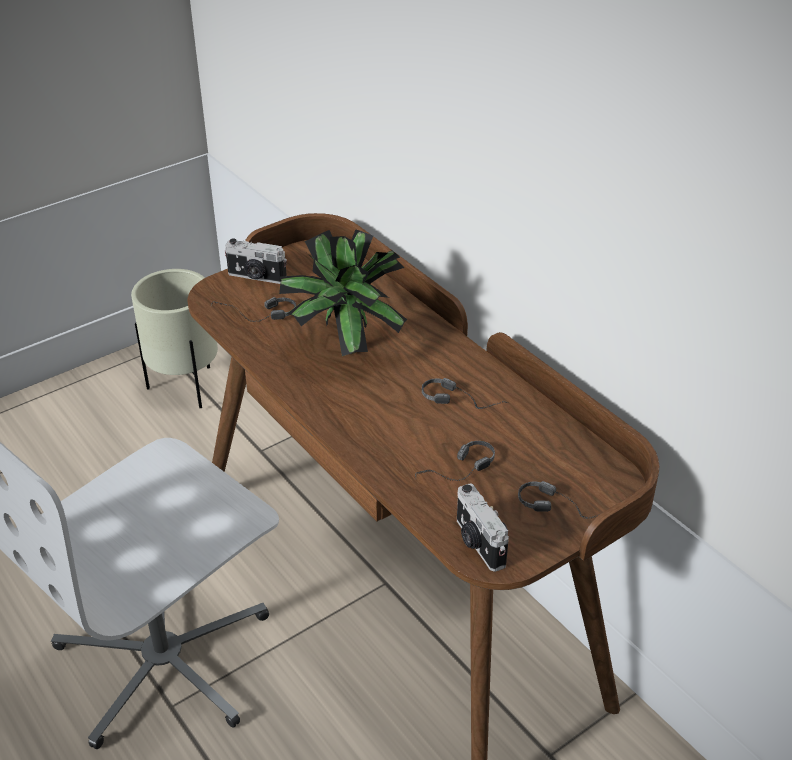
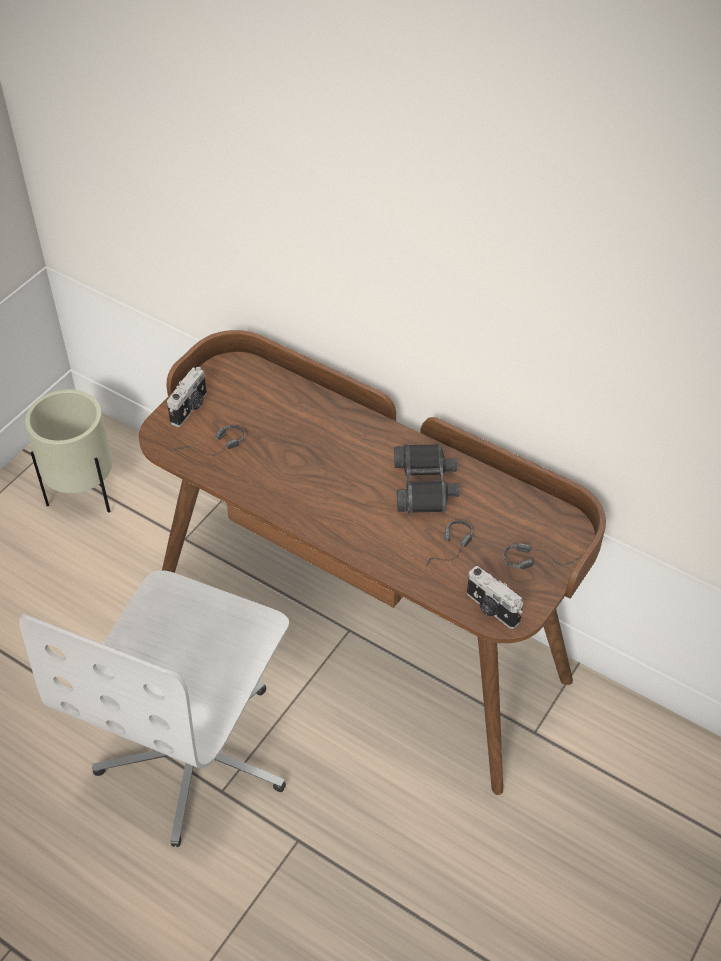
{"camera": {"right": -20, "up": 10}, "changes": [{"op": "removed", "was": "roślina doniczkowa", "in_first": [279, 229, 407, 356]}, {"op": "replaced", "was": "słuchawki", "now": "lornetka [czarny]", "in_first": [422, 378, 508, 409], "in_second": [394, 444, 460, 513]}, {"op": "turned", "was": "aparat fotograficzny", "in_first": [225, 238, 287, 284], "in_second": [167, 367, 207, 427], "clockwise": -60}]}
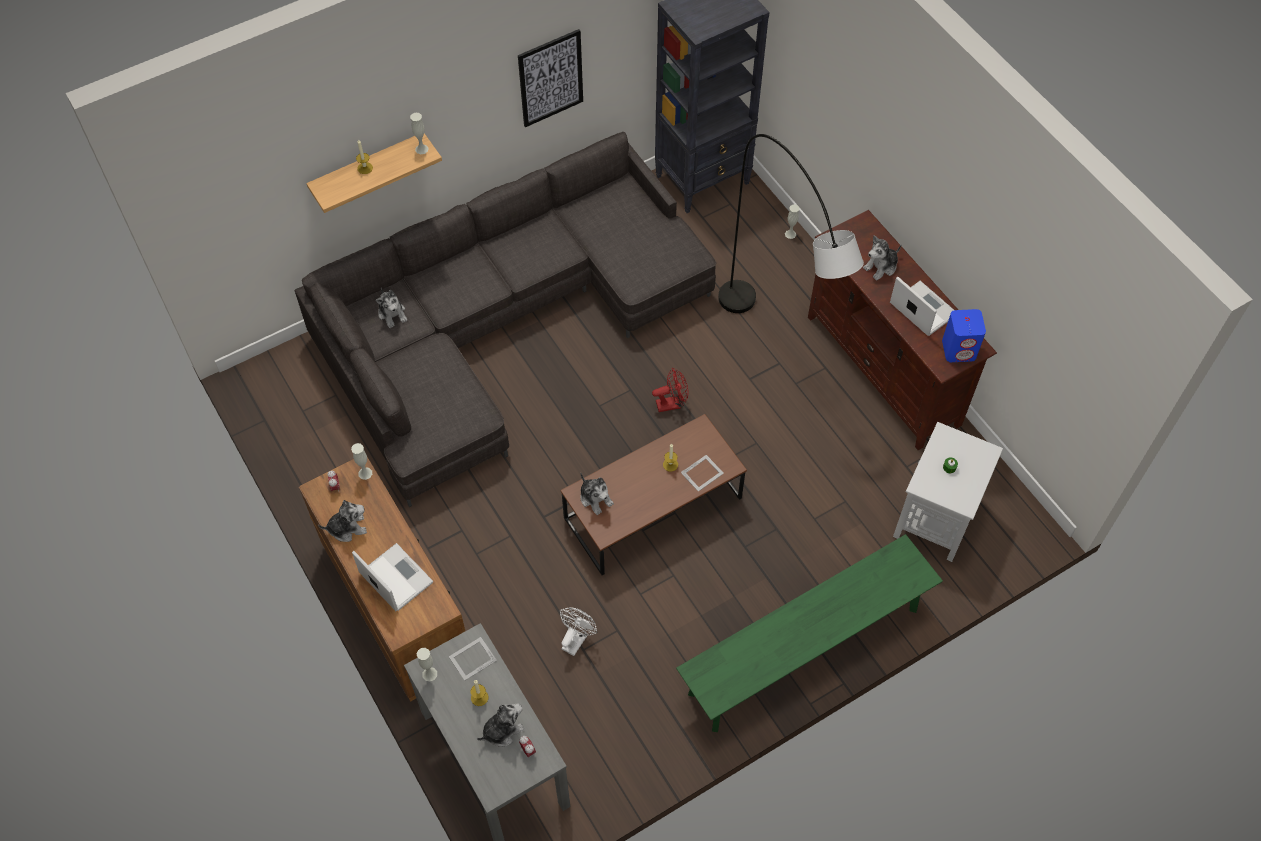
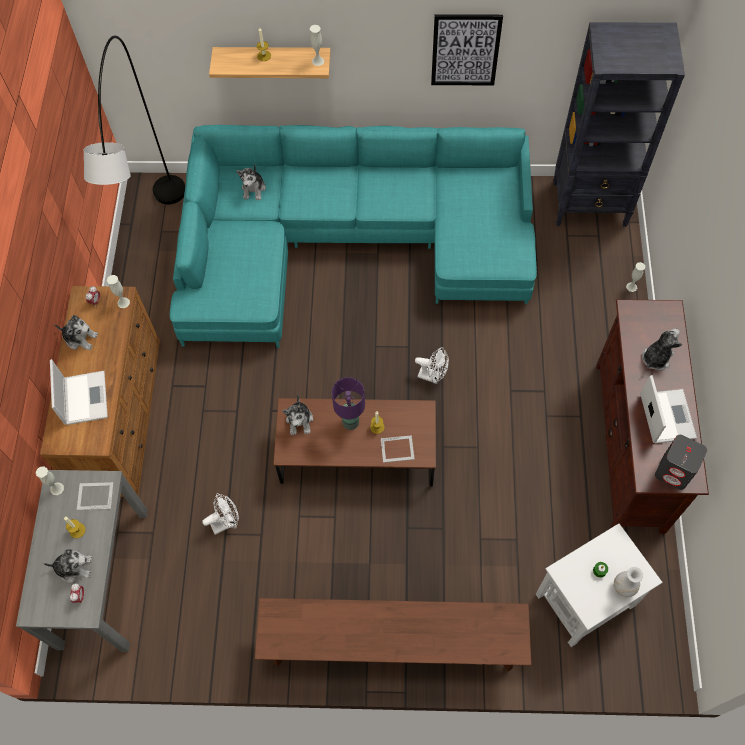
{"camera": {"right": 35, "up": 5}, "changes": [{"op": "added", "now": "lampa stołowa [fioletowy]", "in_second": [332, 377, 365, 430]}, {"op": "added", "now": "wazon [biały]", "in_second": [614, 567, 643, 597]}, {"op": "moved", "was": "lampa stojąca [szary]", "in_first": [718, 134, 864, 313], "in_second": [84, 36, 185, 204]}, {"op": "recoloured", "was": "kanapa [szary]", "now": "kanapa [turkusowy]", "in_first": [295, 132, 716, 507], "in_second": [170, 125, 537, 348]}, {"op": "recoloured", "was": "wentylator [czerwony]", "now": "wentylator [biały]", "in_first": [652, 368, 689, 412], "in_second": [415, 347, 449, 384]}, {"op": "recoloured", "was": "ławka [zielony]", "now": "ławka [brązowy]", "in_first": [676, 534, 943, 732], "in_second": [255, 598, 531, 672]}, {"op": "recoloured", "was": "głośnik [niebieski]", "now": "głośnik [szary]", "in_first": [942, 309, 986, 362], "in_second": [655, 435, 707, 490]}, {"op": "turned", "was": "pluszak", "in_first": [863, 235, 901, 280], "in_second": [642, 329, 682, 371], "clockwise": 135}]}
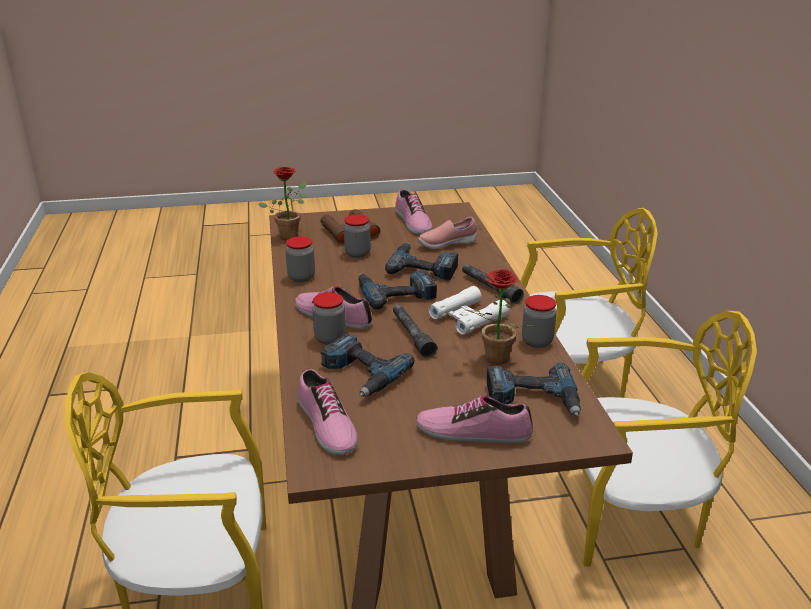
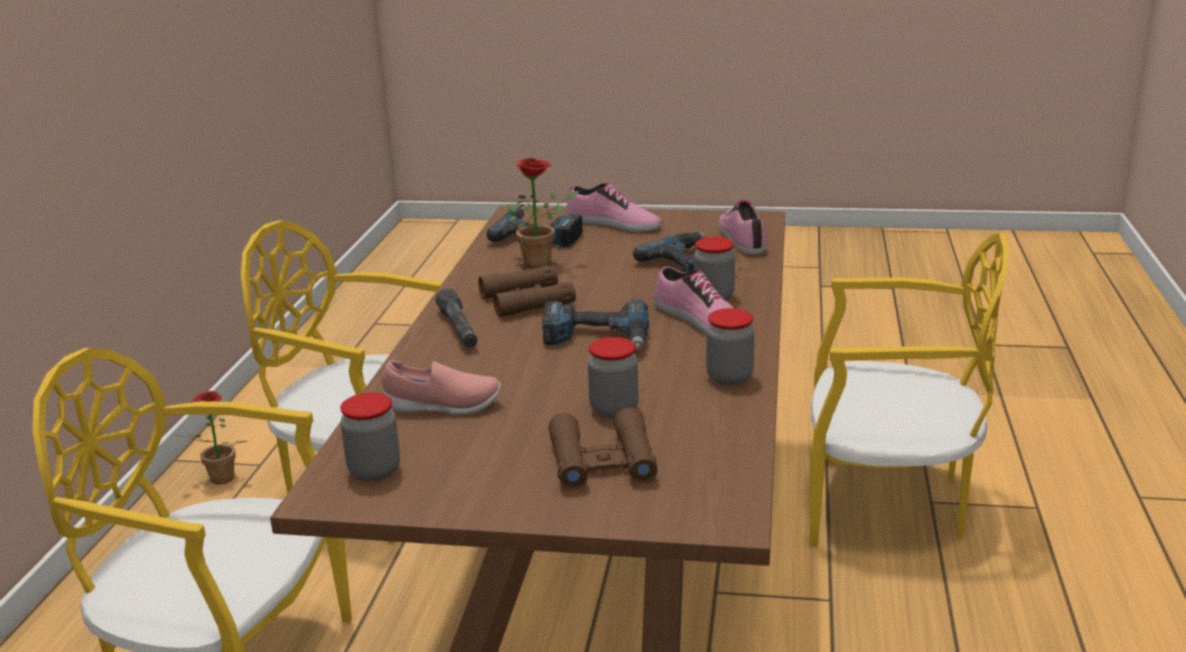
{"camera": {"right": -160, "up": -5}, "changes": [{"op": "removed", "was": "wiertarka", "in_first": [385, 243, 458, 281]}, {"op": "removed", "was": "latarka [szary]", "in_first": [393, 305, 437, 358]}, {"op": "removed", "was": "but", "in_first": [395, 189, 433, 234]}, {"op": "moved", "was": "roślina doniczkowa", "in_first": [258, 167, 306, 240], "in_second": [173, 391, 247, 484]}, {"op": "moved", "was": "słoik", "in_first": [522, 295, 557, 348], "in_second": [340, 393, 400, 481]}, {"op": "recoloured", "was": "lornetka [biały]", "now": "lornetka [brązowy]", "in_first": [429, 286, 509, 334], "in_second": [478, 265, 576, 317]}]}
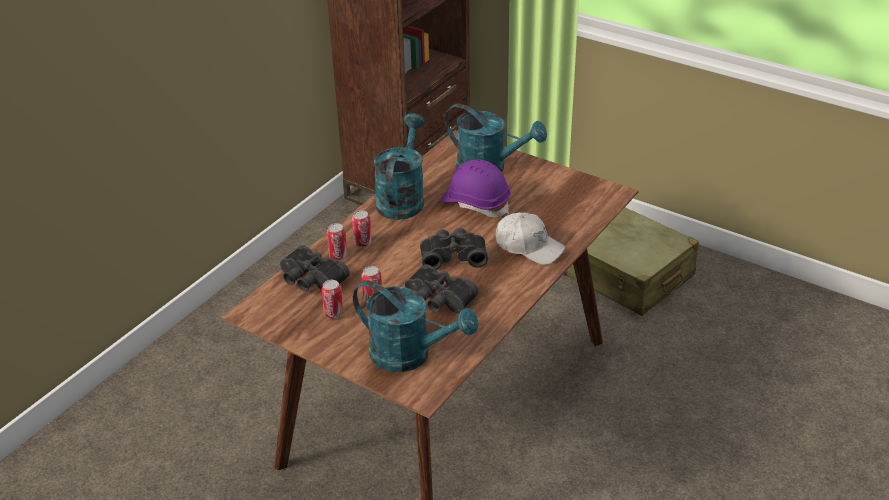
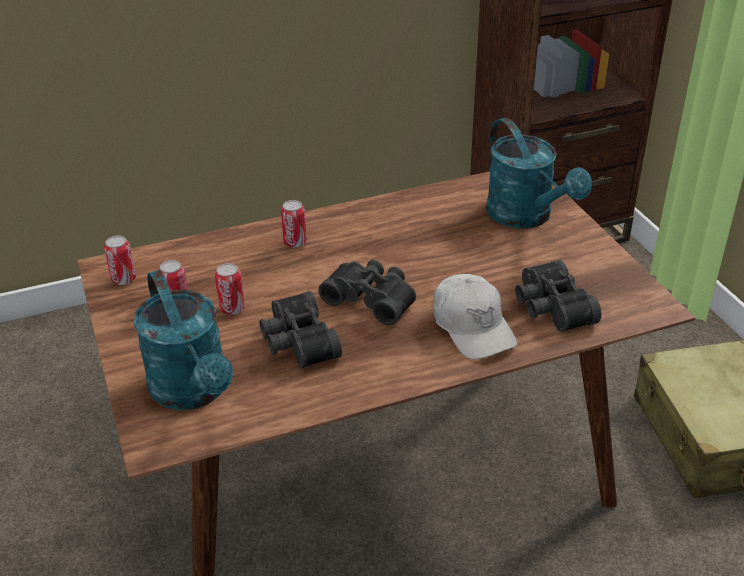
{"camera": {"right": 35, "up": 0}, "changes": [{"op": "removed", "was": "konewka [turkusowy]", "in_first": [374, 113, 425, 220]}, {"op": "removed", "was": "kask [fioletowy]", "in_first": [440, 159, 511, 217]}, {"op": "moved", "was": "lornetka [czarny]", "in_first": [280, 245, 350, 292], "in_second": [515, 260, 602, 332]}, {"op": "moved", "was": "puszka", "in_first": [327, 223, 347, 260], "in_second": [104, 236, 136, 285]}]}
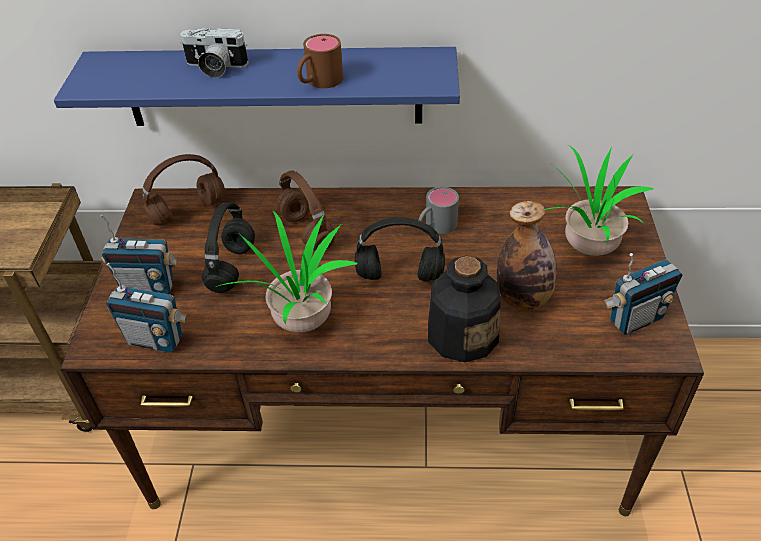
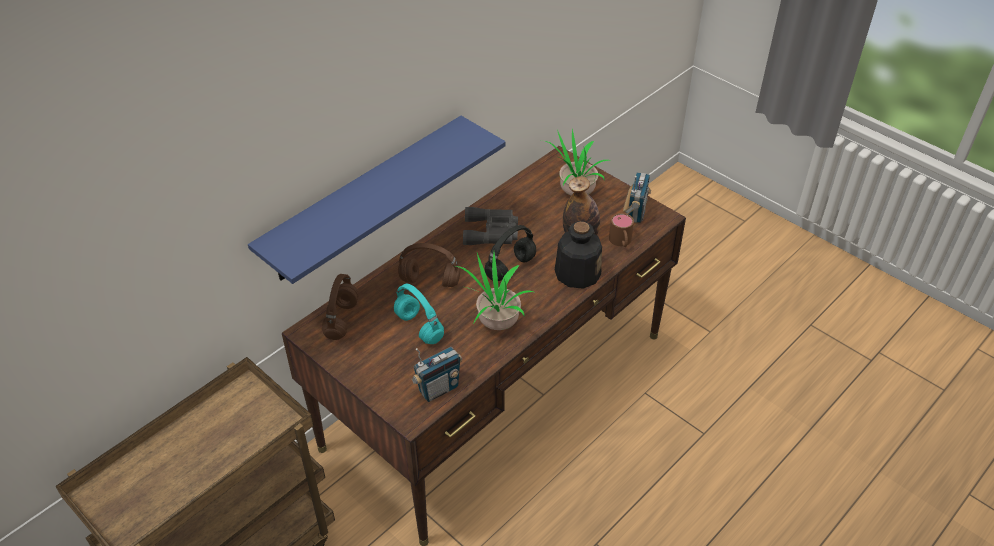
{"camera": {"right": -50, "up": 0}, "changes": [{"op": "removed", "was": "radio", "in_first": [100, 215, 177, 294]}, {"op": "removed", "was": "aparat fotograficzny", "in_first": [180, 28, 248, 78]}, {"op": "moved", "was": "kubek [brązowy]", "in_first": [297, 34, 343, 88], "in_second": [609, 213, 634, 247]}, {"op": "replaced", "was": "kubek [szary]", "now": "lornetka [szary]", "in_first": [419, 186, 459, 234], "in_second": [463, 207, 518, 245]}, {"op": "recoloured", "was": "słuchawki [czarny]", "now": "słuchawki [turkusowy]", "in_first": [202, 202, 255, 293], "in_second": [394, 284, 444, 344]}]}
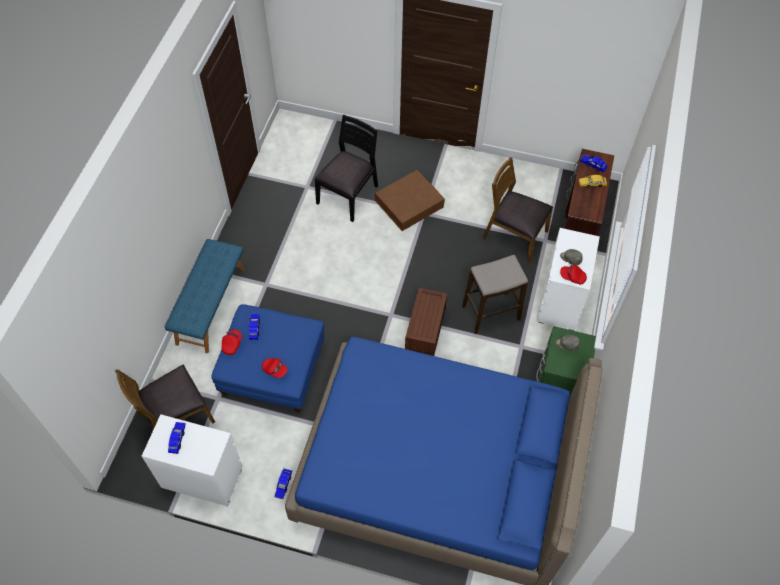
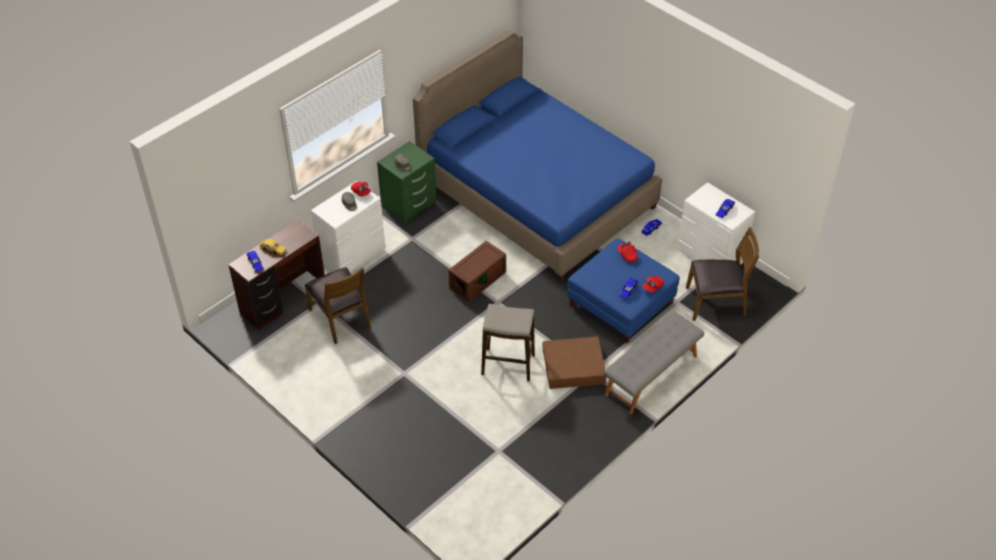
{"camera": {"right": -150, "up": -10}, "changes": [{"op": "removed", "was": "krzesło [czarny]", "in_first": [314, 115, 378, 222]}, {"op": "moved", "was": "pojemnik do przechowywania [brązowy]", "in_first": [375, 170, 445, 231], "in_second": [543, 336, 606, 389]}, {"op": "moved", "was": "stołek", "in_first": [462, 255, 528, 334], "in_second": [481, 304, 535, 381]}, {"op": "recoloured", "was": "ławka [niebieski]", "now": "ławka [szary]", "in_first": [165, 239, 245, 354], "in_second": [604, 312, 704, 414]}]}
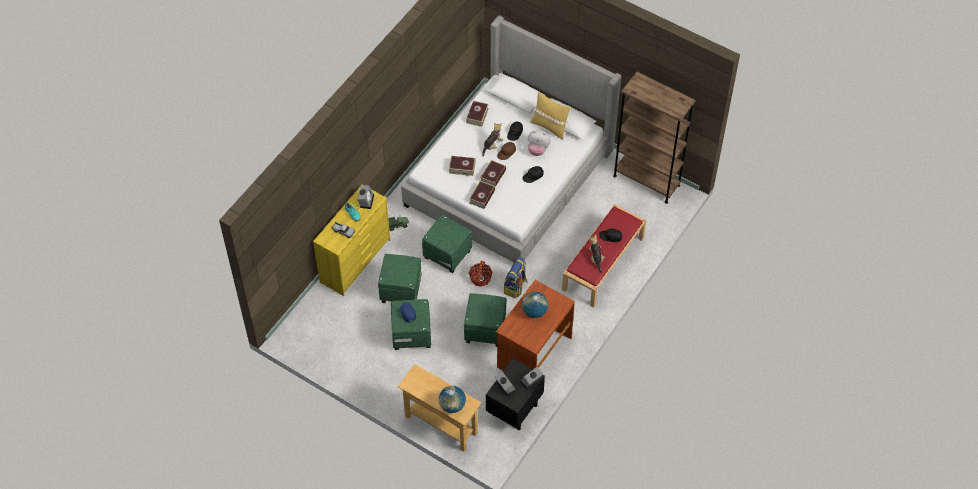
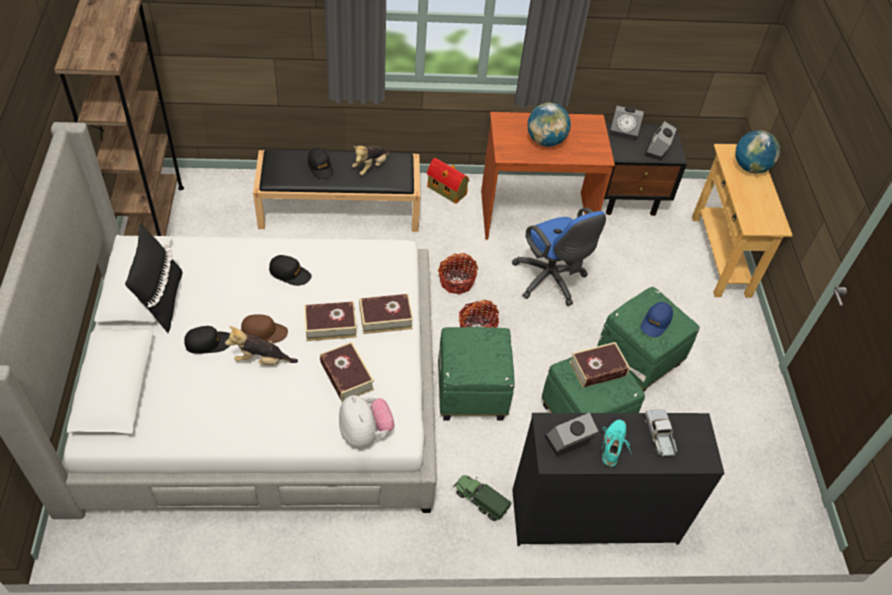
{"camera": {"right": -130, "up": -5}, "changes": [{"op": "added", "now": "domek", "in_second": [427, 158, 469, 204]}, {"op": "moved", "was": "książka", "in_first": [466, 101, 489, 127], "in_second": [569, 342, 630, 388]}, {"op": "moved", "was": "pluszak", "in_first": [528, 130, 550, 156], "in_second": [339, 395, 395, 448]}, {"op": "replaced", "was": "pufa [zielony]", "now": "krzesło biurowe [niebieski]", "in_first": [464, 293, 507, 347], "in_second": [512, 208, 606, 306]}, {"op": "replaced", "was": "plecak", "now": "koszyk", "in_first": [504, 257, 527, 298], "in_second": [438, 253, 478, 294]}, {"op": "recoloured", "was": "komoda [żółty]", "now": "komoda [czarny]", "in_first": [313, 185, 390, 296], "in_second": [512, 413, 725, 546]}, {"op": "recoloured", "was": "poduszka [żółty]", "now": "poduszka [czarny]", "in_first": [530, 92, 571, 139], "in_second": [125, 223, 183, 333]}, {"op": "recoloured", "was": "ławka [czerwony]", "now": "ławka [czarny]", "in_first": [562, 204, 646, 307], "in_second": [253, 150, 421, 232]}]}
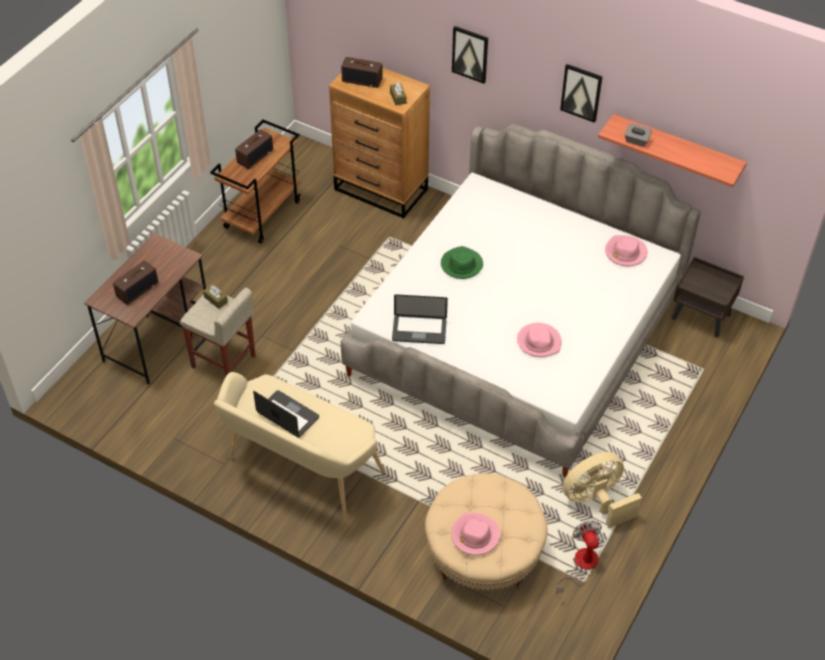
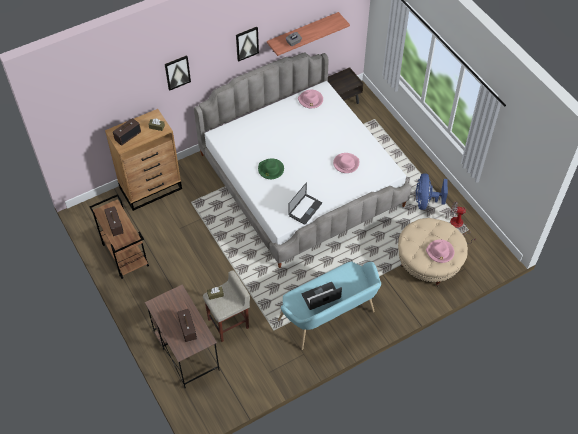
{"camera": {"right": -60, "up": 5}, "changes": [{"op": "recoloured", "was": "ławka [beżowy]", "now": "ławka [turkusowy]", "in_first": [214, 372, 385, 518], "in_second": [278, 261, 381, 350]}, {"op": "recoloured", "was": "wentylator [beżowy]", "now": "wentylator [niebieski]", "in_first": [563, 452, 642, 528], "in_second": [416, 173, 448, 210]}]}
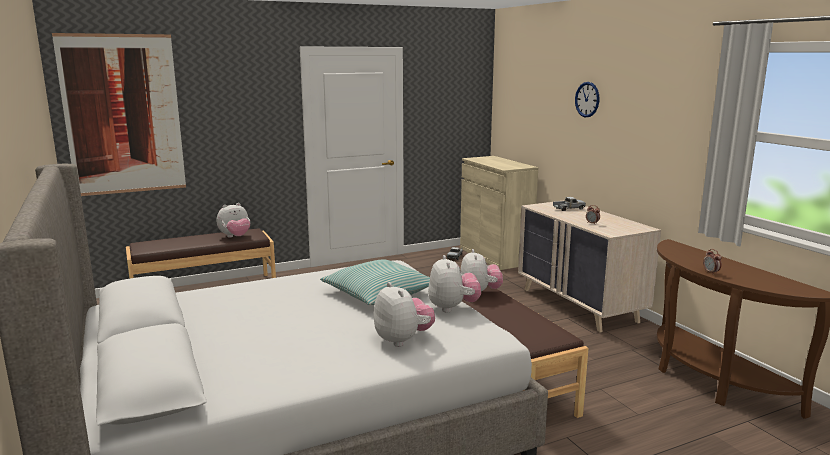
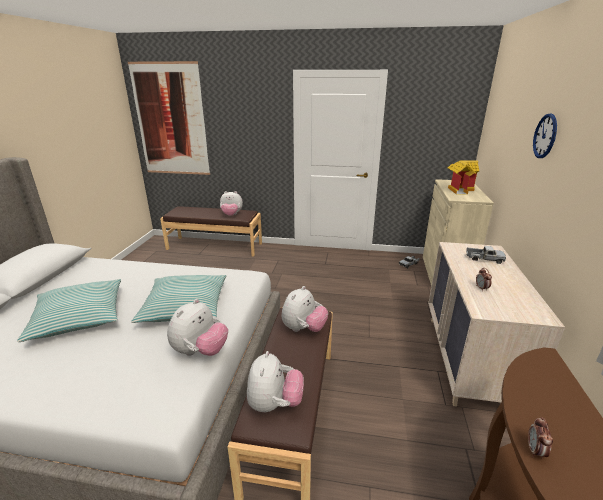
{"camera": {"right": 35, "up": 10}, "changes": [{"op": "added", "now": "poduszka", "in_second": [17, 279, 121, 342]}, {"op": "added", "now": "domek", "in_second": [447, 160, 479, 194]}, {"op": "moved", "was": "pluszak", "in_first": [374, 282, 435, 347], "in_second": [247, 351, 304, 412]}]}
